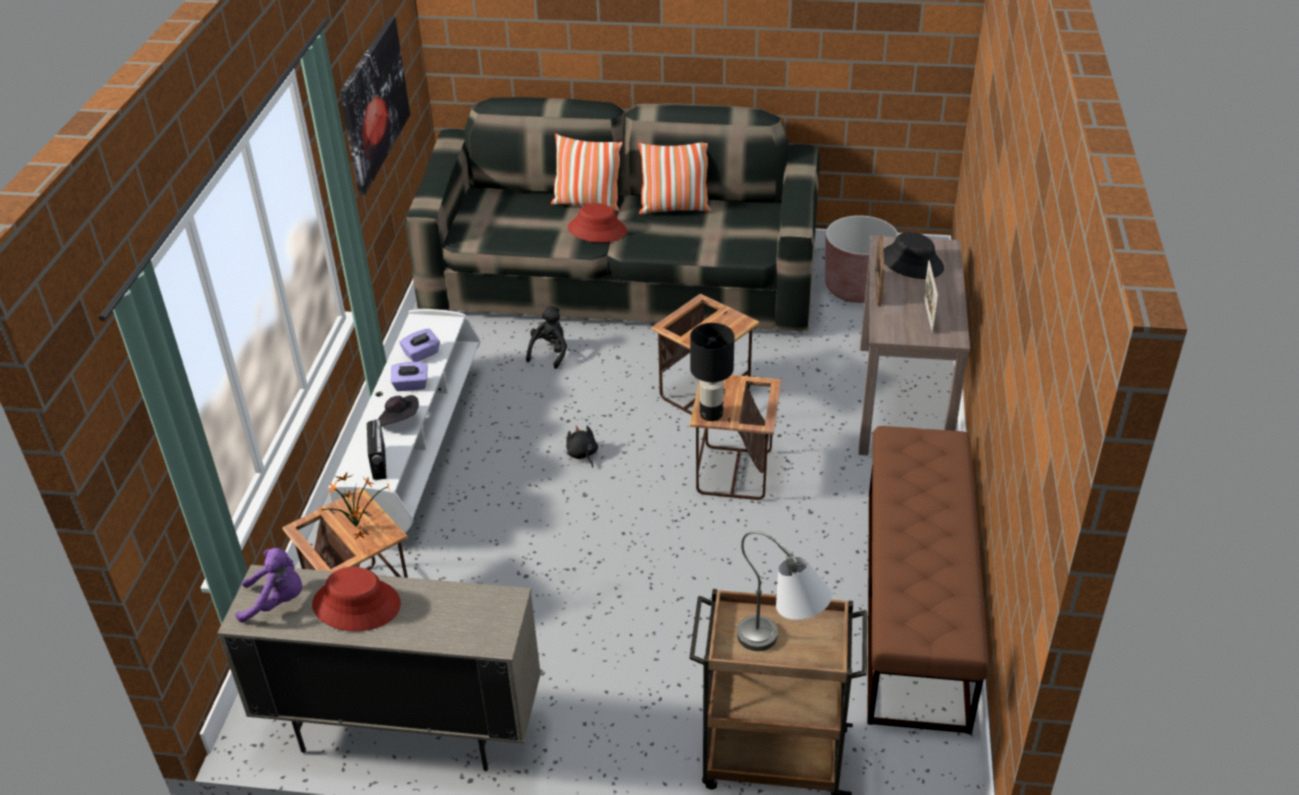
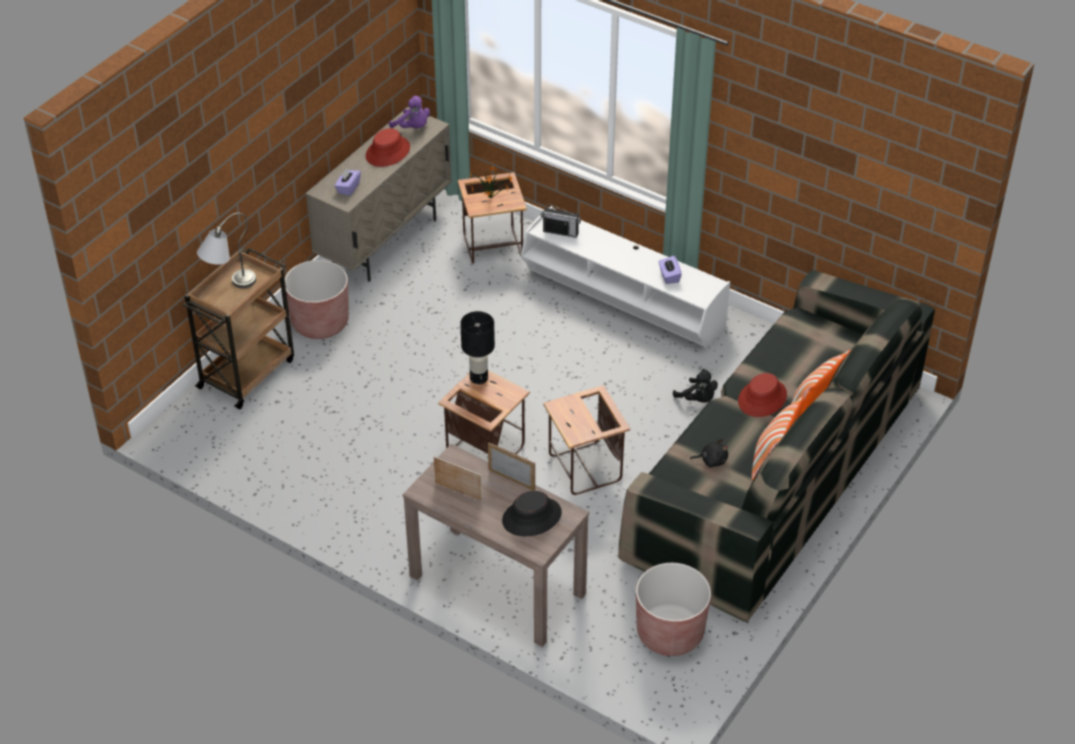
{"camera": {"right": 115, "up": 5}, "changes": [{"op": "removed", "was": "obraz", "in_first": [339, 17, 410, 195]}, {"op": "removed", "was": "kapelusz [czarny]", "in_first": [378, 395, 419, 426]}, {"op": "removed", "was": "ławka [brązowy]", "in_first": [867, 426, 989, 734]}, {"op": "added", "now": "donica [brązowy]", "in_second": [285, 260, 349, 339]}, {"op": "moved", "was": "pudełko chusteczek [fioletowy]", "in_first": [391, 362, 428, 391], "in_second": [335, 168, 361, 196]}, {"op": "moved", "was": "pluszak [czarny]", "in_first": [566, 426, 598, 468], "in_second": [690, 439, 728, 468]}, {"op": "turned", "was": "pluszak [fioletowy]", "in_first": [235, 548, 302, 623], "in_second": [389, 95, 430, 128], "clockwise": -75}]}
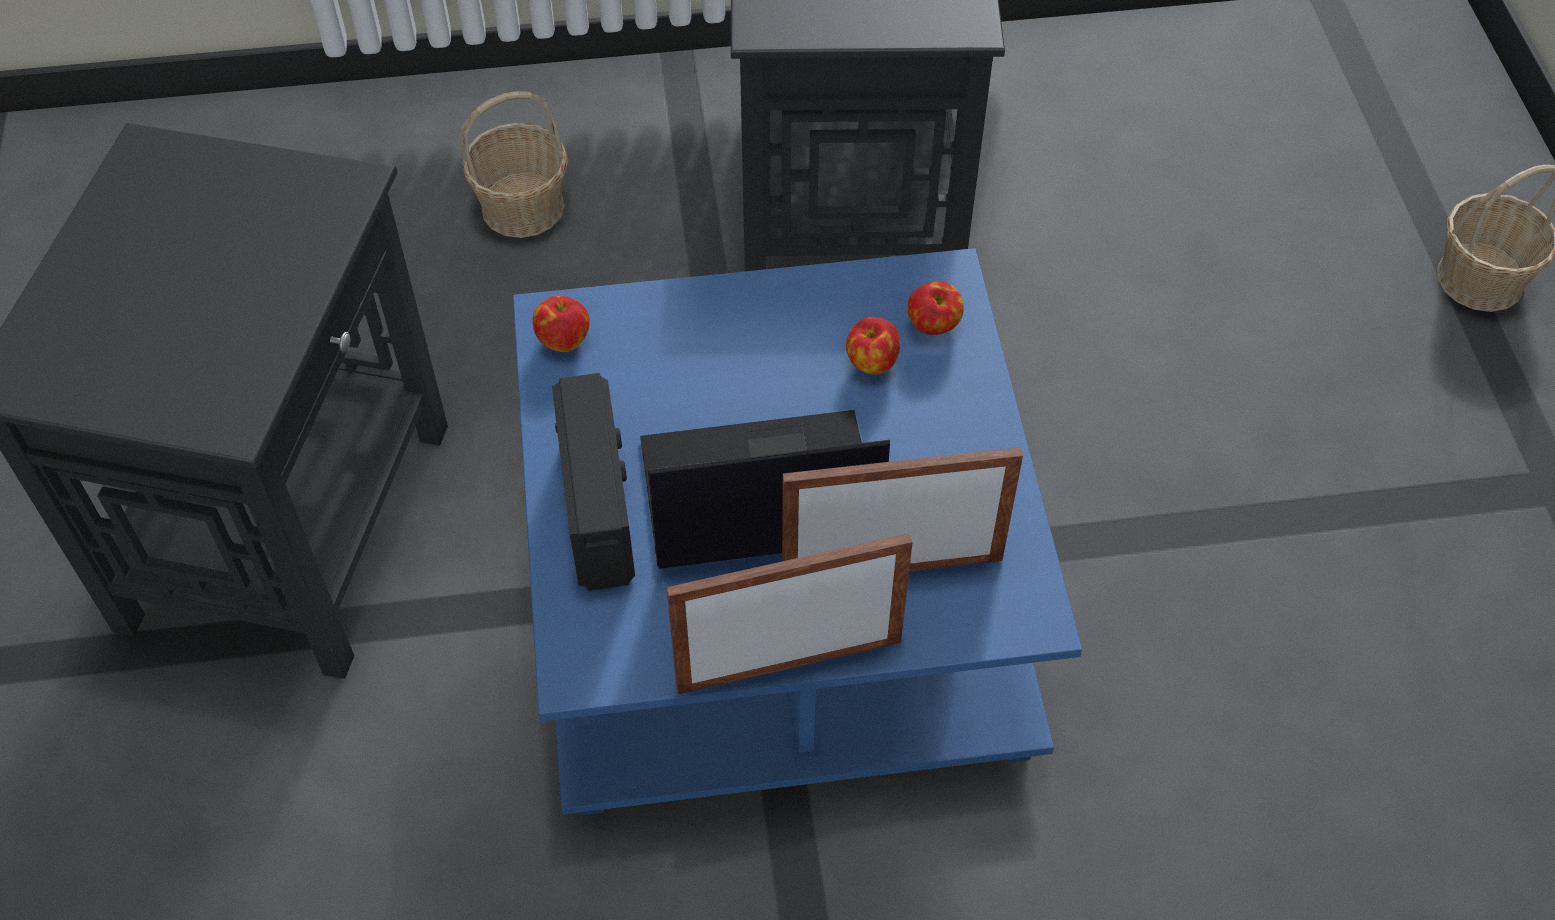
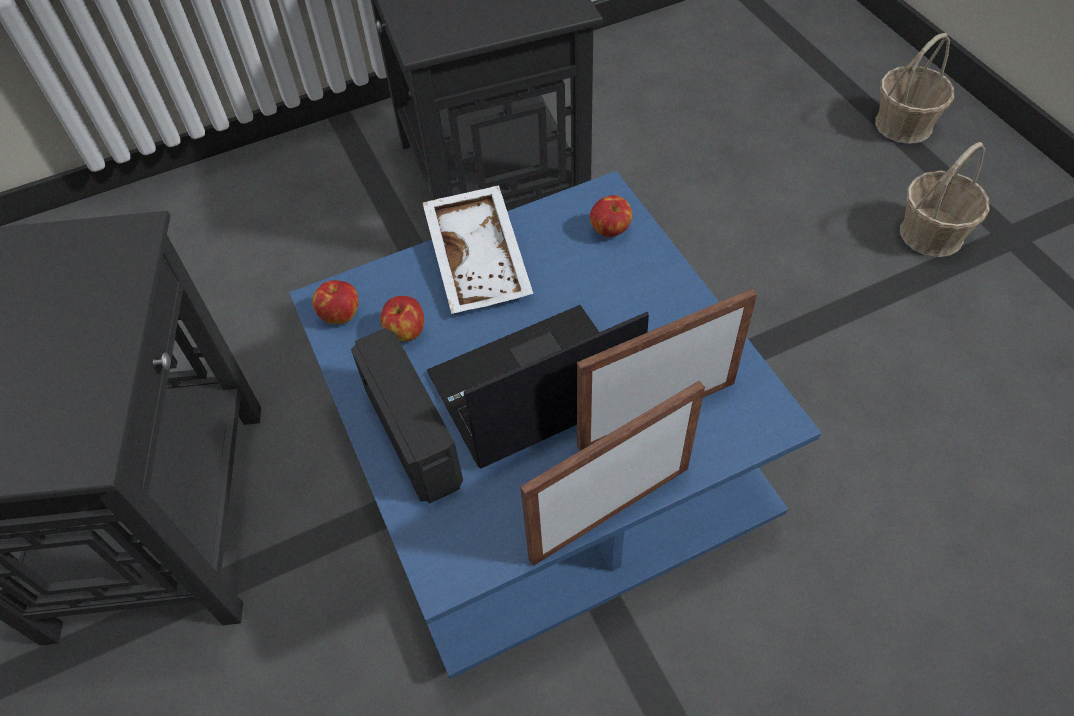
{"camera": {"right": -15, "up": 0}, "changes": [{"op": "added", "now": "taca [biały]", "in_second": [423, 185, 533, 314]}, {"op": "moved", "was": "koszyk", "in_first": [460, 91, 568, 238], "in_second": [900, 142, 990, 257]}, {"op": "moved", "was": "jabłko", "in_first": [846, 317, 900, 375], "in_second": [380, 296, 424, 342]}]}
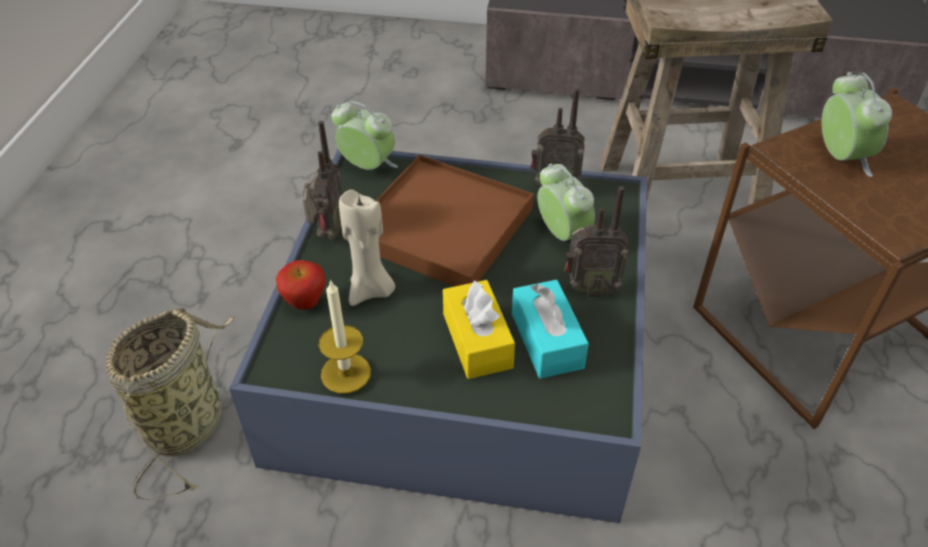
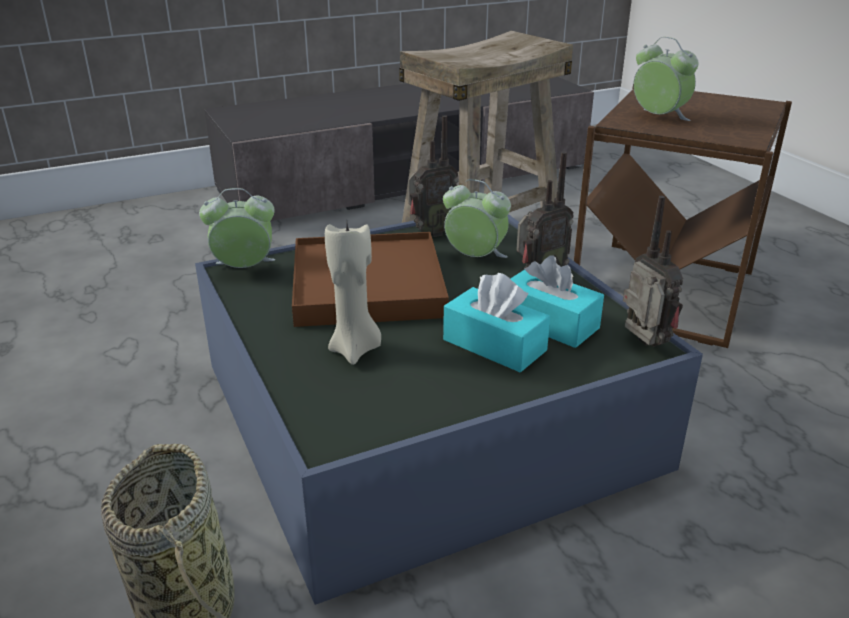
{"camera": {"right": -35, "up": -15}, "changes": [{"op": "removed", "was": "jabłko", "in_first": [276, 260, 326, 310]}, {"op": "removed", "was": "świeca", "in_first": [318, 279, 371, 394]}, {"op": "moved", "was": "radio", "in_first": [303, 121, 342, 240], "in_second": [623, 196, 683, 347]}, {"op": "recoloured", "was": "pudełko chusteczek [żółty]", "now": "pudełko chusteczek [turkusowy]", "in_first": [443, 279, 515, 379], "in_second": [443, 273, 550, 372]}]}
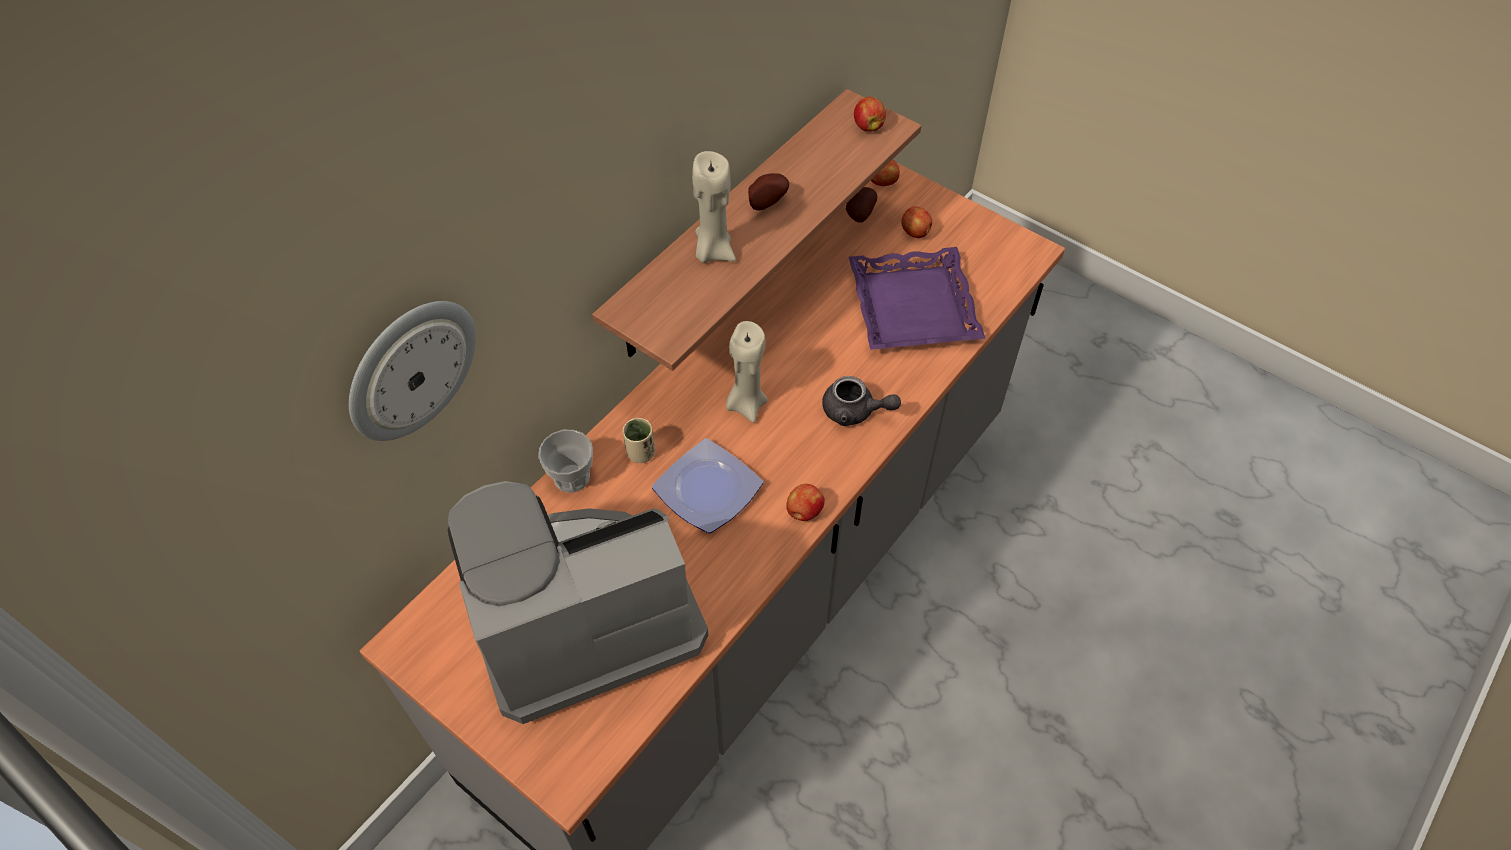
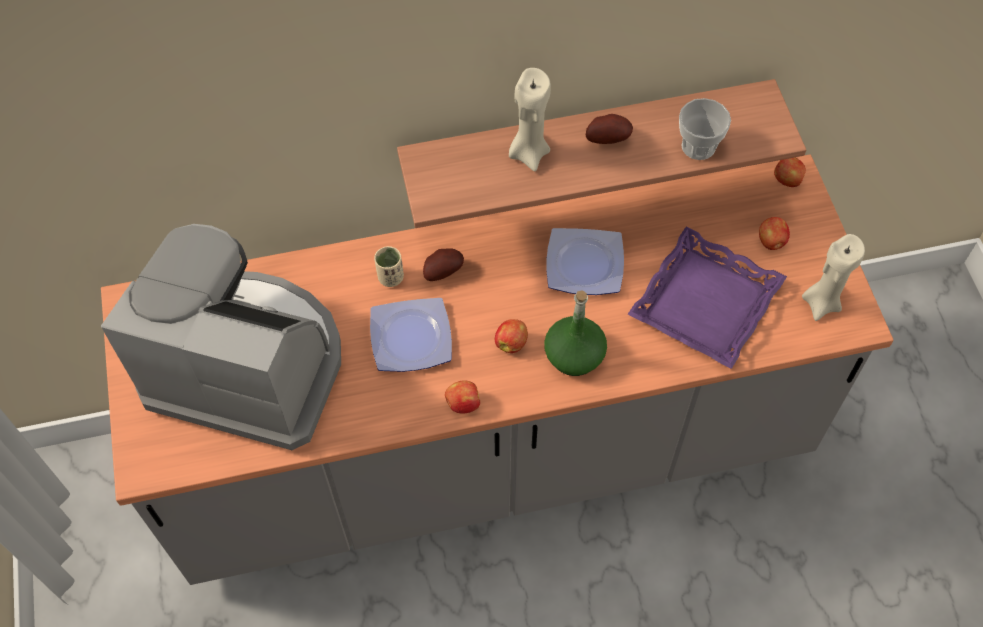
{"camera": {"right": 40, "up": 5}, "changes": [{"op": "removed", "was": "zegar ścienny", "in_first": [349, 301, 476, 441]}, {"op": "added", "now": "talerz", "in_second": [546, 228, 624, 295]}, {"op": "moved", "was": "filiżanka", "in_first": [538, 430, 593, 493], "in_second": [679, 98, 731, 160]}, {"op": "moved", "was": "świeca [beżowy]", "in_first": [726, 321, 768, 423], "in_second": [802, 234, 865, 321]}, {"op": "moved", "was": "ziemniak", "in_first": [846, 187, 877, 223], "in_second": [423, 248, 464, 281]}, {"op": "moved", "was": "jabłko", "in_first": [854, 97, 886, 131], "in_second": [495, 319, 528, 353]}, {"op": "replaced", "was": "imbryk [szary]", "now": "butelka [zielony]", "in_first": [822, 376, 901, 426], "in_second": [544, 290, 607, 376]}]}
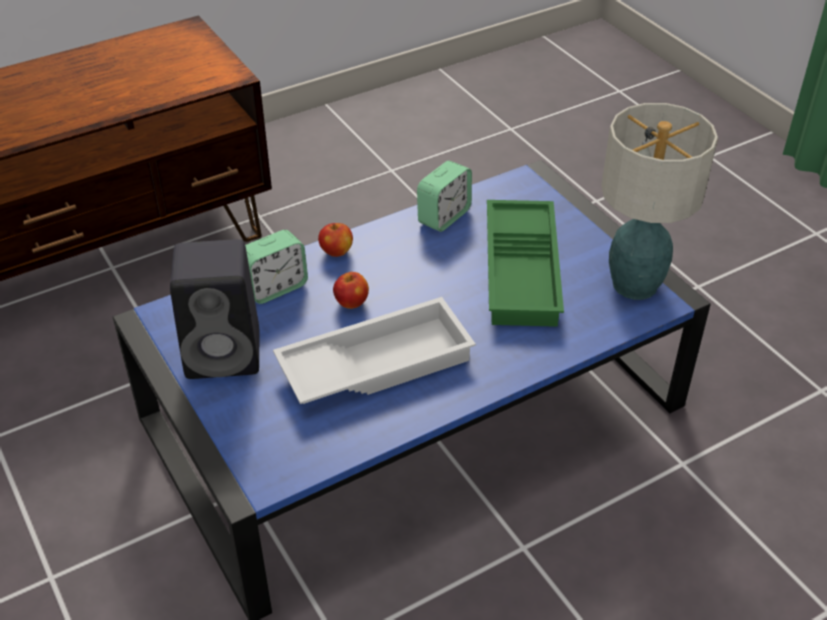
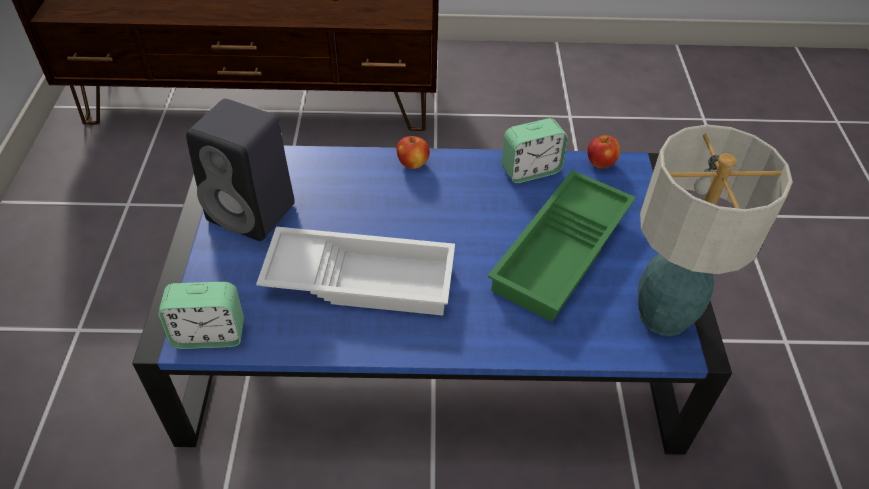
{"camera": {"right": 30, "up": 5}, "changes": [{"op": "moved", "was": "budzik", "in_first": [245, 230, 308, 304], "in_second": [158, 282, 244, 349]}, {"op": "moved", "was": "jabłko", "in_first": [333, 272, 369, 309], "in_second": [587, 135, 620, 168]}]}
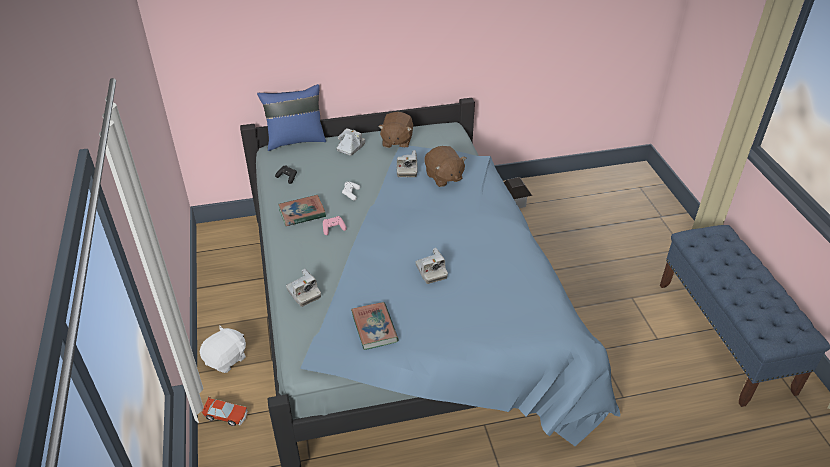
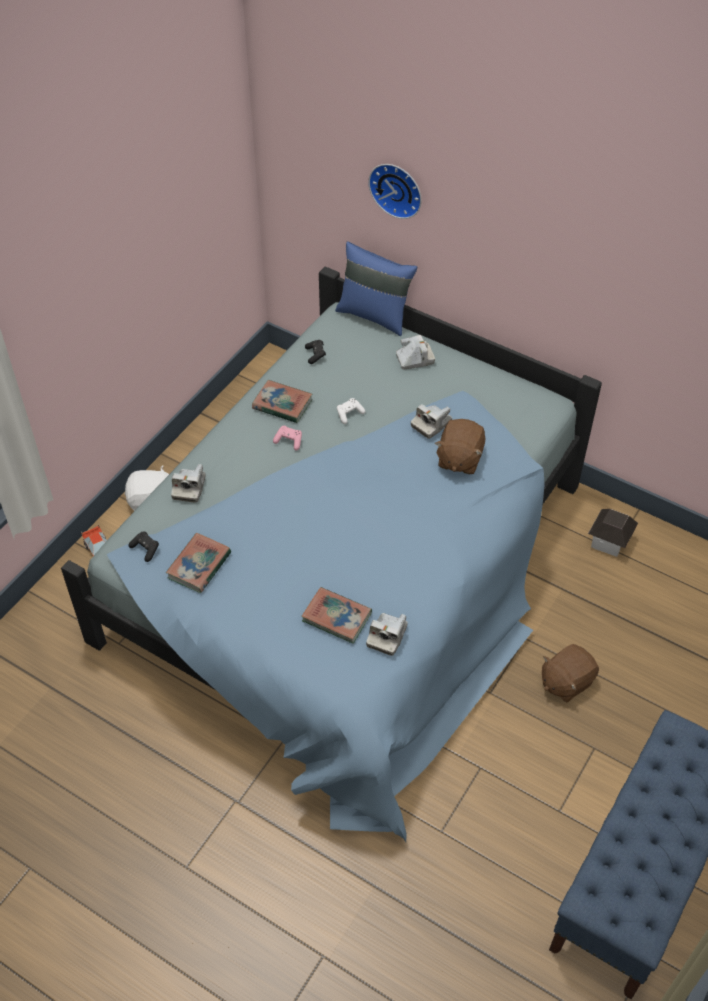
{"camera": {"right": 45, "up": 10}, "changes": [{"op": "added", "now": "pad do gier [czarny]", "in_second": [128, 531, 159, 562]}, {"op": "added", "now": "książka", "in_second": [301, 587, 372, 644]}, {"op": "added", "now": "zegar ścienny", "in_second": [368, 164, 422, 219]}, {"op": "moved", "was": "pluszak [brązowy]", "in_first": [378, 112, 413, 148], "in_second": [542, 644, 599, 702]}, {"op": "moved", "was": "aparat fotograficzny", "in_first": [416, 248, 448, 284], "in_second": [366, 613, 408, 656]}]}
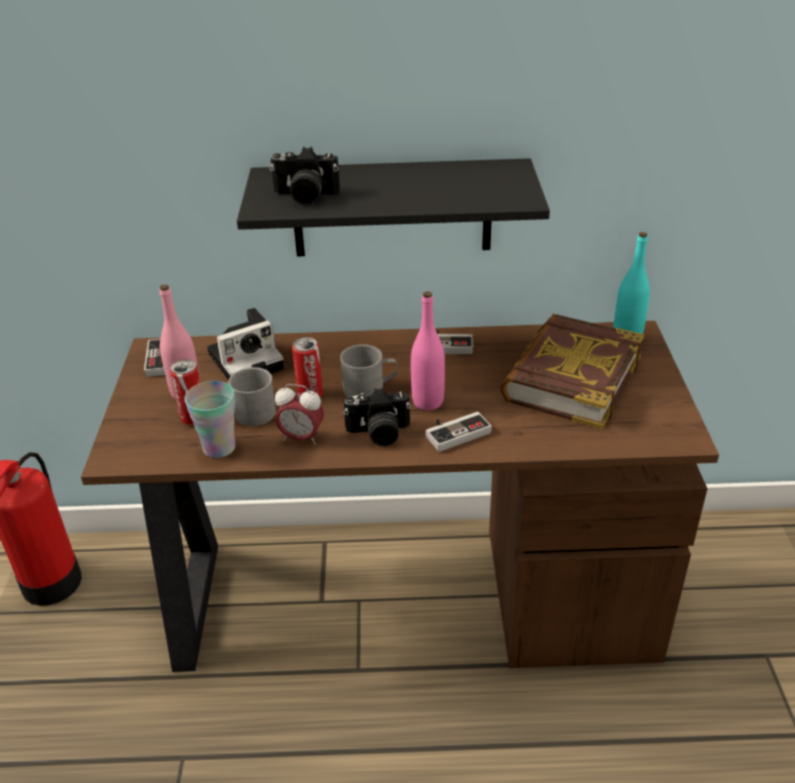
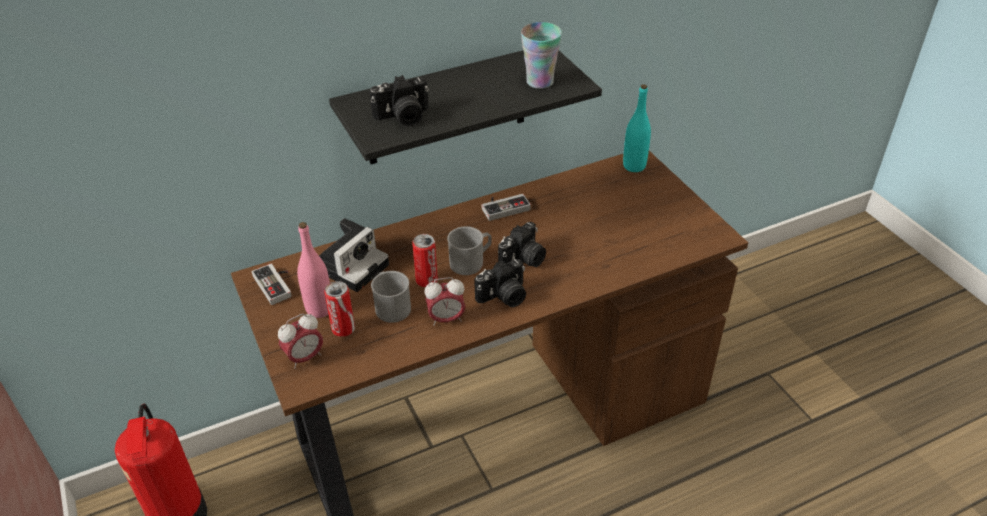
{"camera": {"right": -25, "up": 5}, "changes": [{"op": "removed", "was": "pad do gier", "in_first": [426, 412, 492, 452]}, {"op": "removed", "was": "książka", "in_first": [500, 314, 644, 429]}, {"op": "added", "now": "budzik", "in_second": [278, 314, 323, 369]}, {"op": "moved", "was": "filiżanka", "in_first": [184, 381, 235, 458], "in_second": [521, 22, 562, 89]}, {"op": "replaced", "was": "butelka [różowy]", "now": "aparat fotograficzny", "in_first": [411, 291, 445, 411], "in_second": [498, 222, 546, 267]}]}
